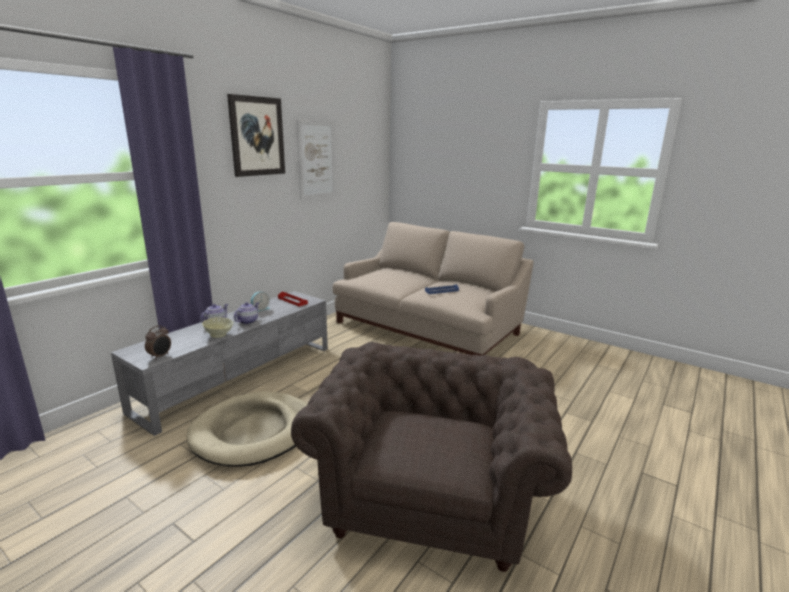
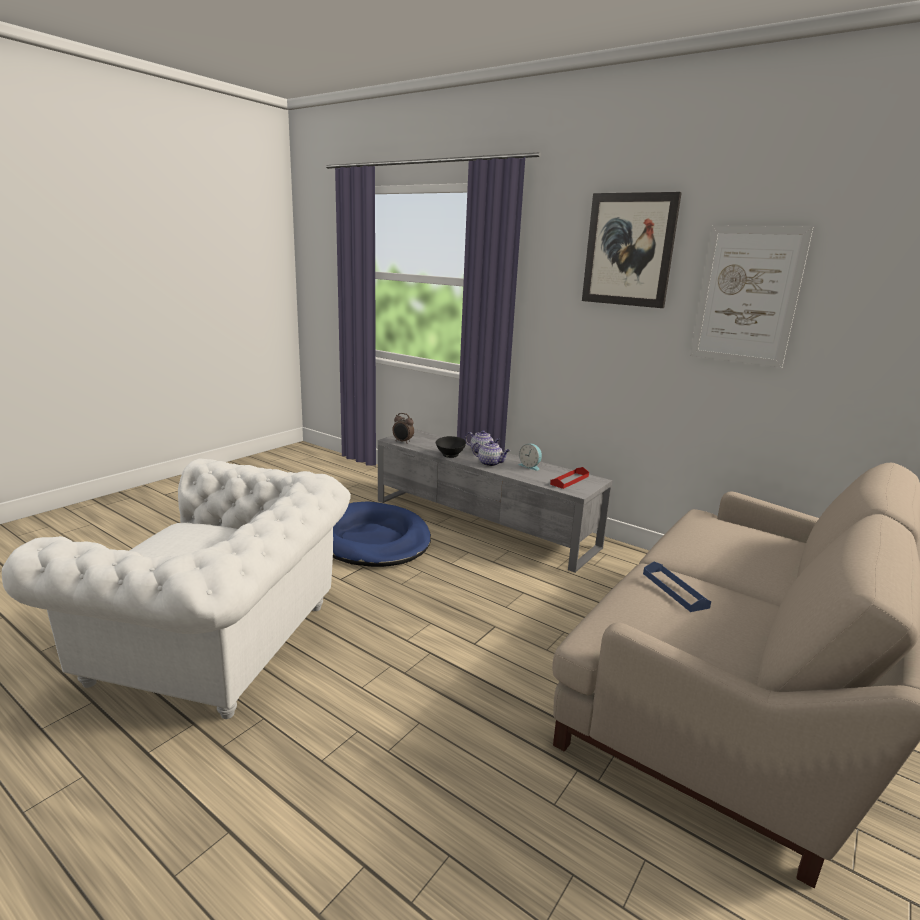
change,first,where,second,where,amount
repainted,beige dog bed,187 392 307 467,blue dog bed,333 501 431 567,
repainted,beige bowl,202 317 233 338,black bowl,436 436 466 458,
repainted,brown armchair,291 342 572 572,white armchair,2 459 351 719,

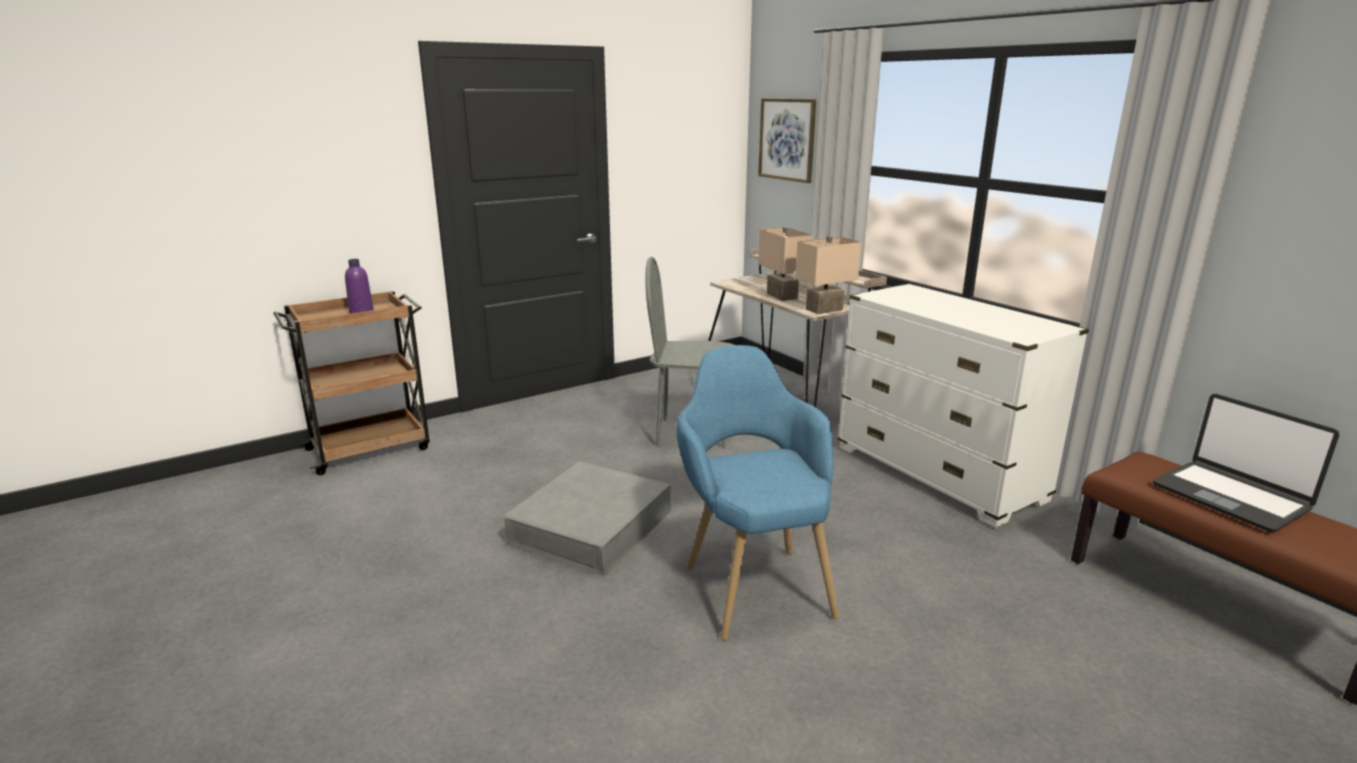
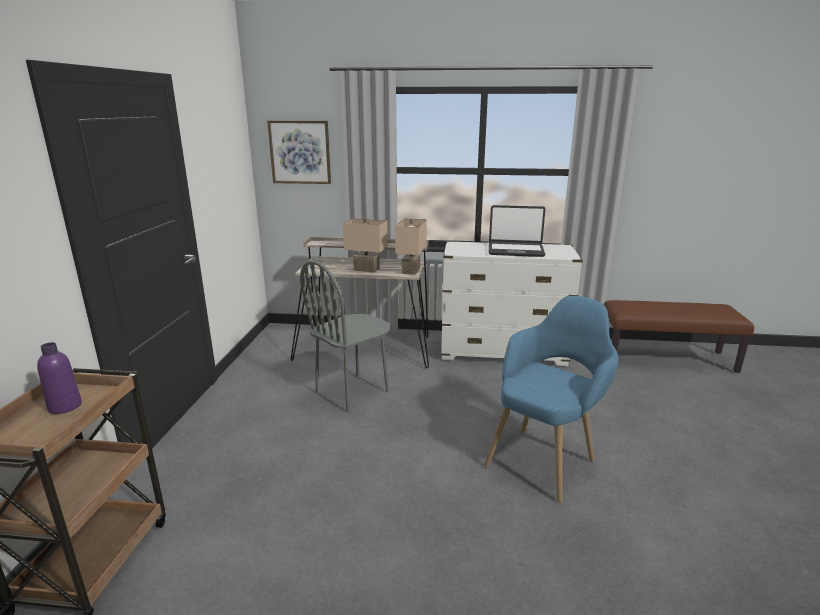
change,first,where,second,where,amount
gone,grey storage box,504 461 671 576,,,
rotated,blue armchair,676 345 839 640,,484 296 618 503,105 degrees clockwise
shifted,laptop,1153 394 1339 532,,489 205 545 257,

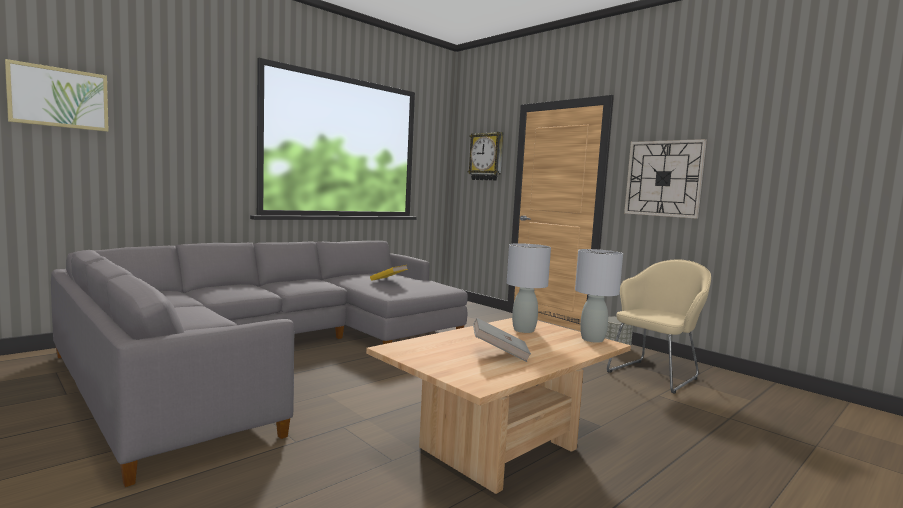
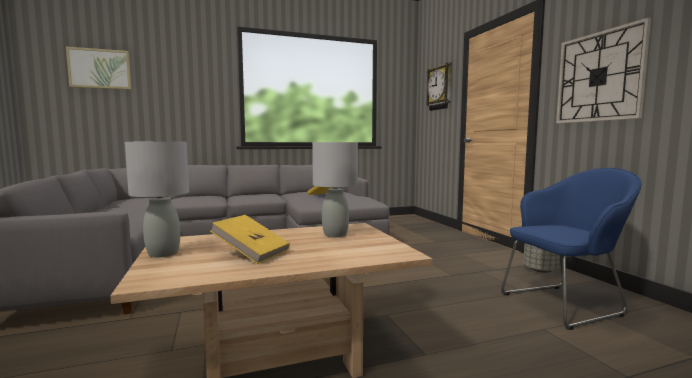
change,first,where,second,where,amount
repainted,grey book,473 318 531 362,yellow book,210 215 290 264,
shifted,grey table lamp,575 249 623 343,,125 142 189 257,
repainted,beige armchair,607 259 711 393,blue armchair,501 168 642 330,

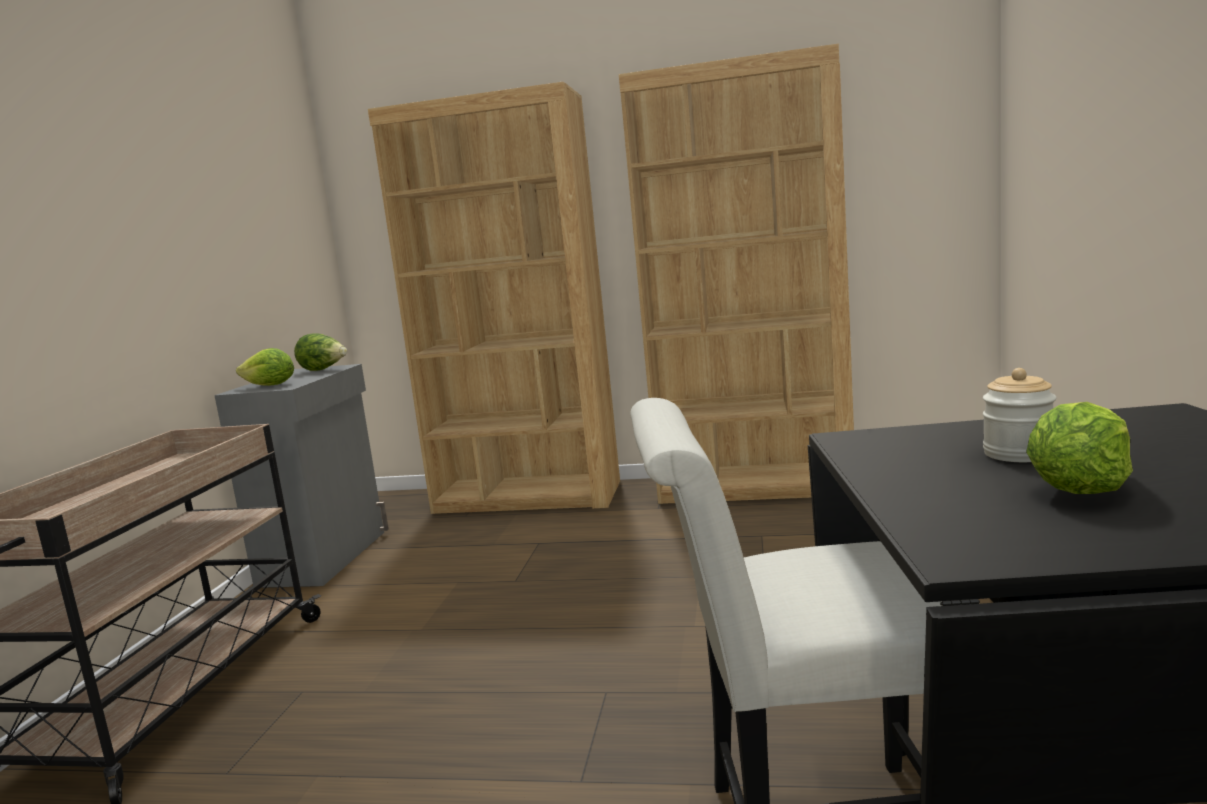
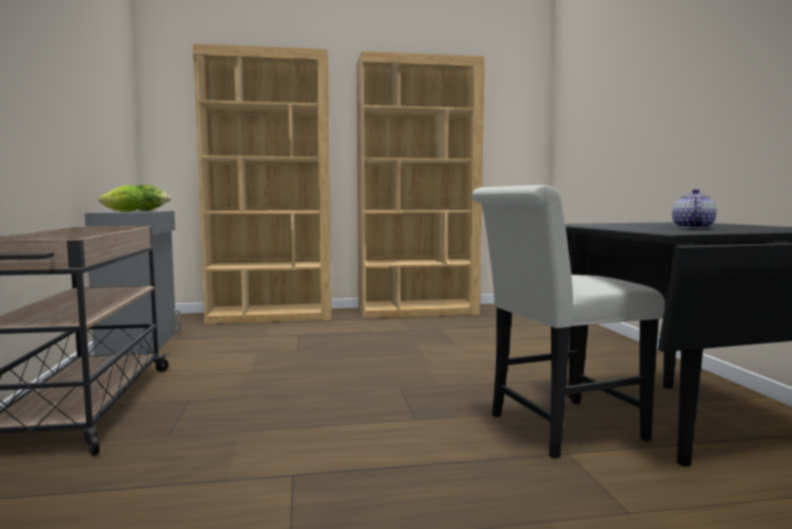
change,first,where,second,where,amount
gone,jar,983 368 1057 462,,,
swapped,lettuce,1026 402 1133 494,teapot,672 189 717 228,

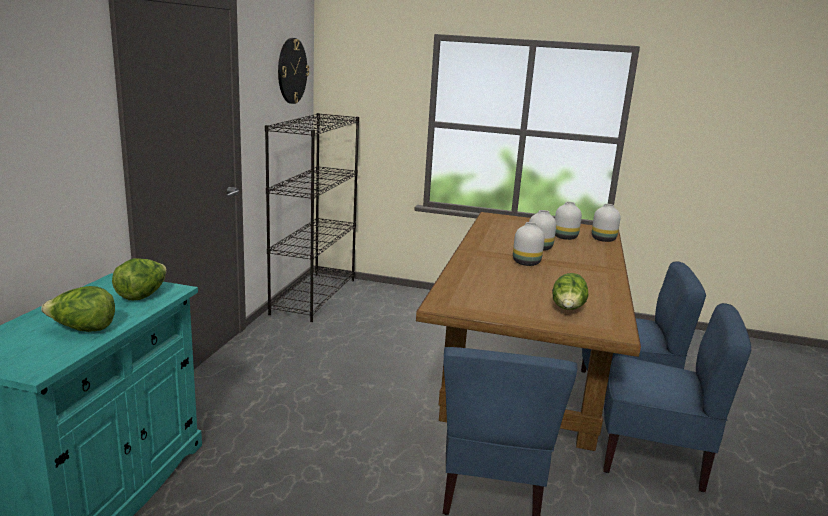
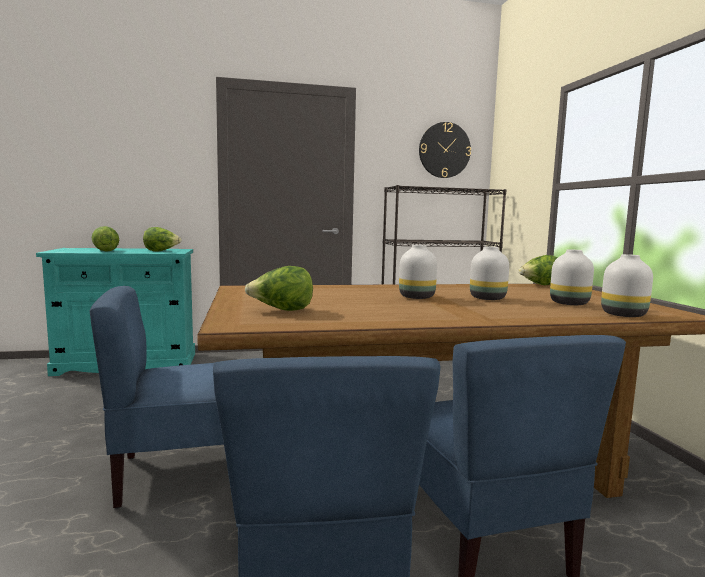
change,first,where,second,where,amount
new,,,lettuce,519 255 558 285,

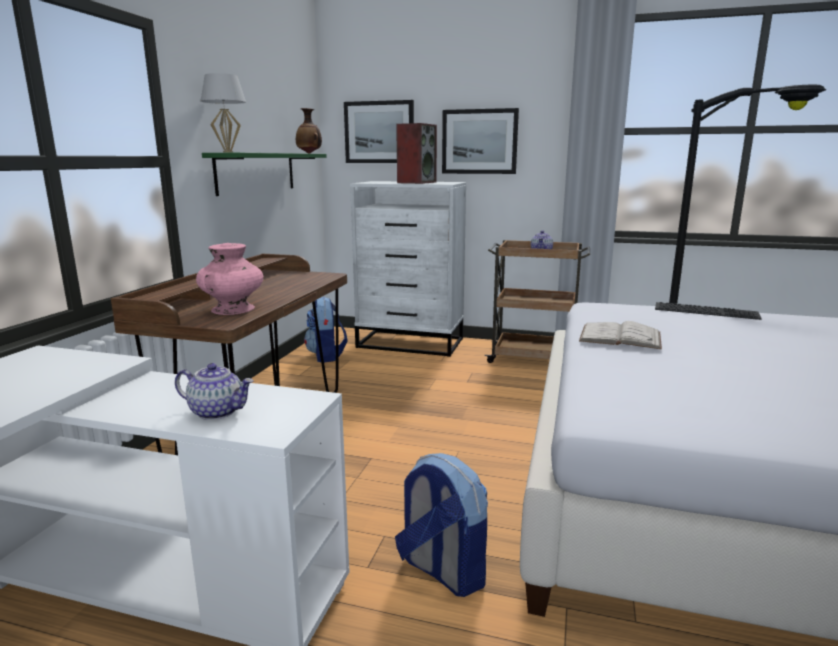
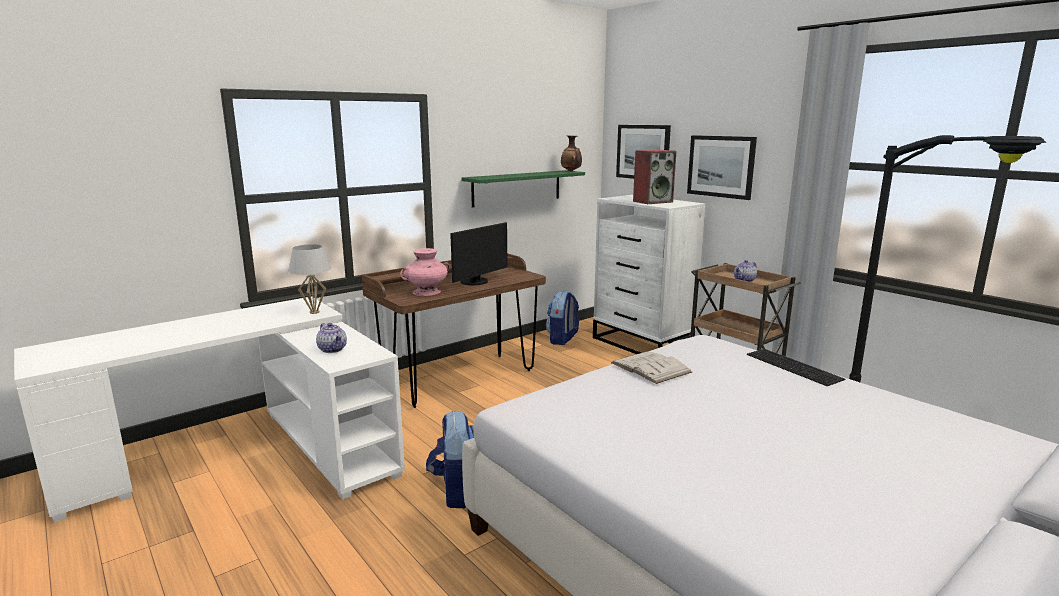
change,first,where,second,where,amount
shifted,white table lamp,201 73 246 152,,289 244 331 314,
new,,,monitor,450 222 508 285,

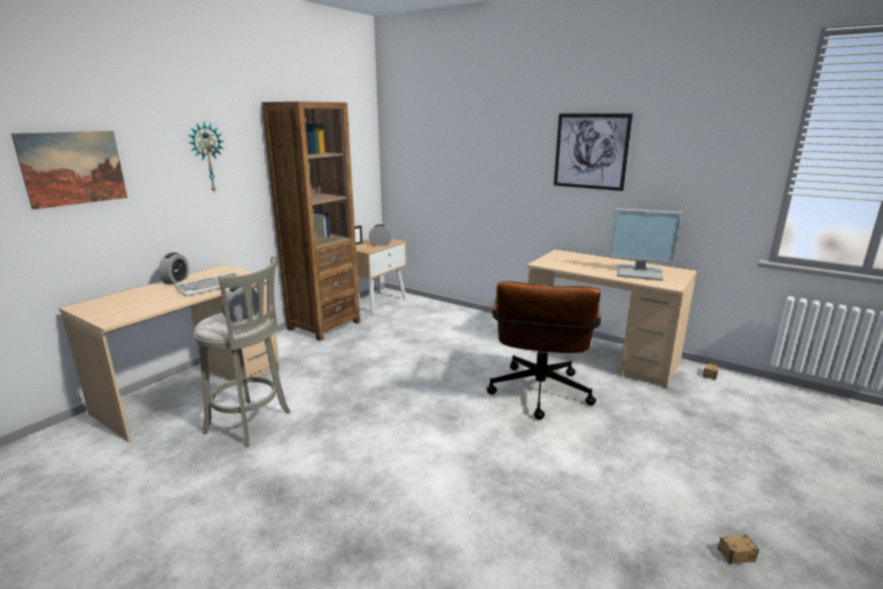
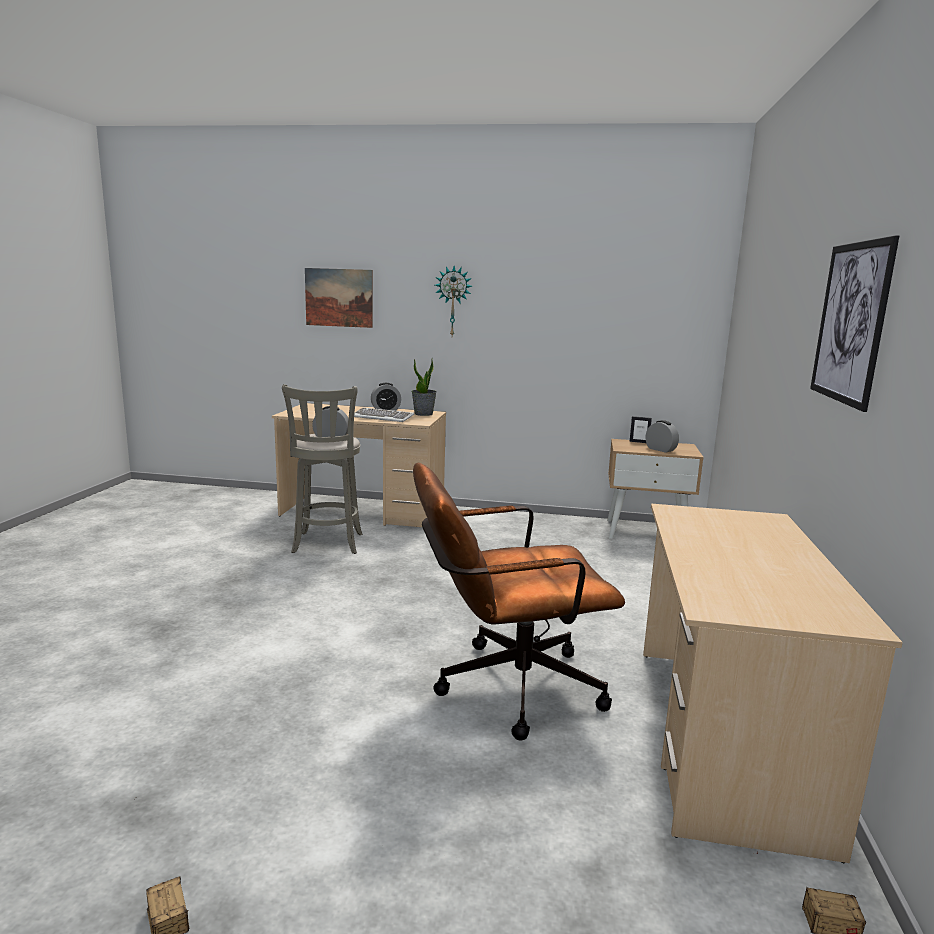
change,first,where,second,where,amount
gone,brown bookcase,261 101 360 341,,,
gone,monitor,610 208 682 281,,,
new,,,potted plant,411 357 437 416,

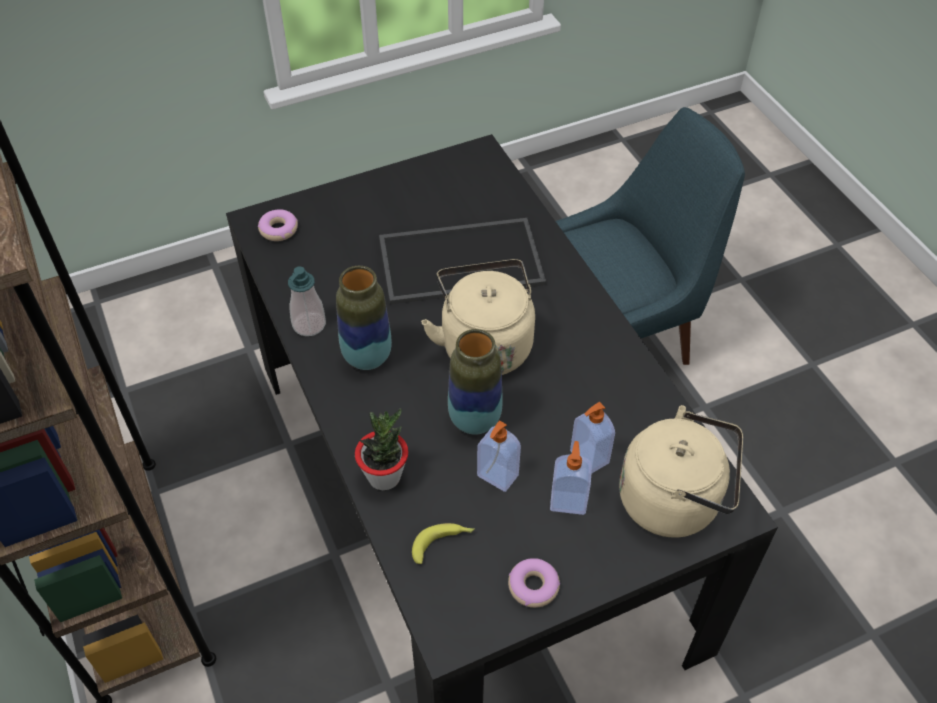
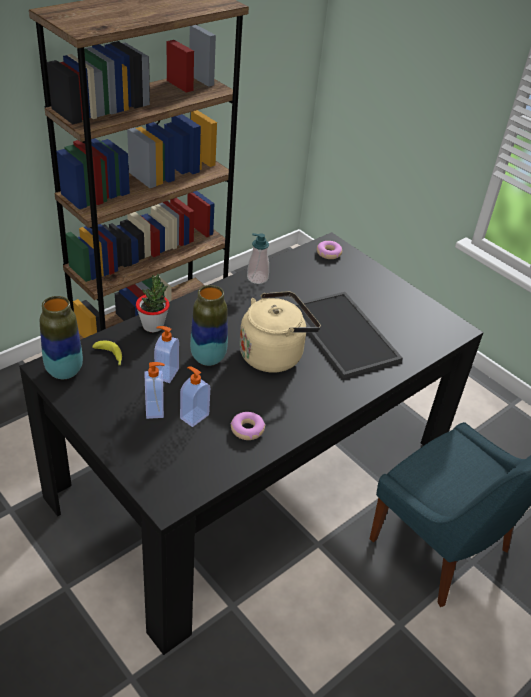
change,first,where,second,where,amount
shifted,vase,336 266 392 370,,40 296 83 379,
shifted,donut,508 558 560 608,,231 412 265 440,
gone,beige kettle,619 405 743 538,,,

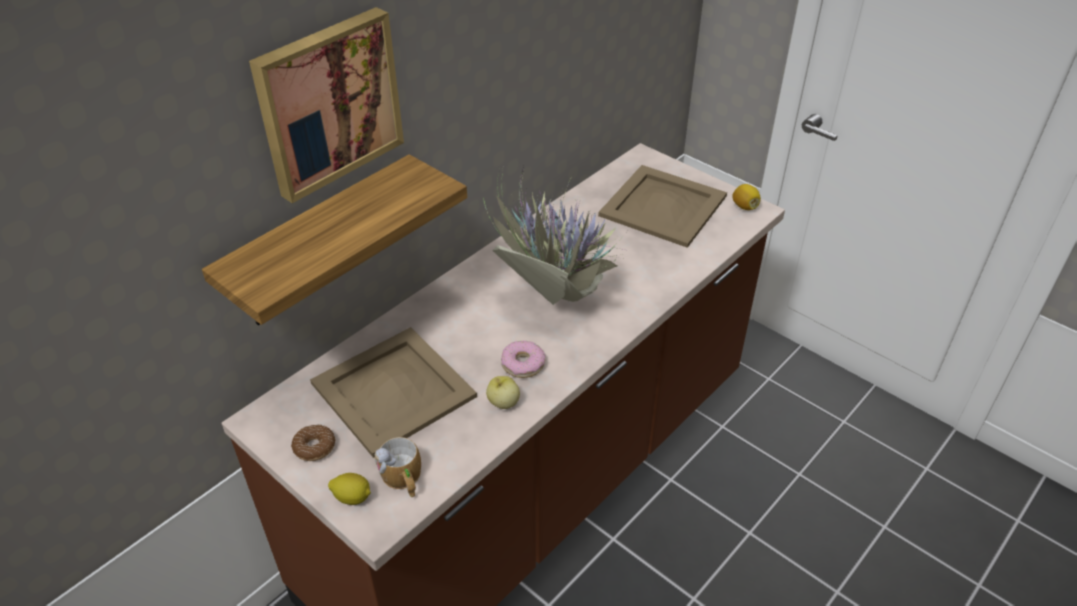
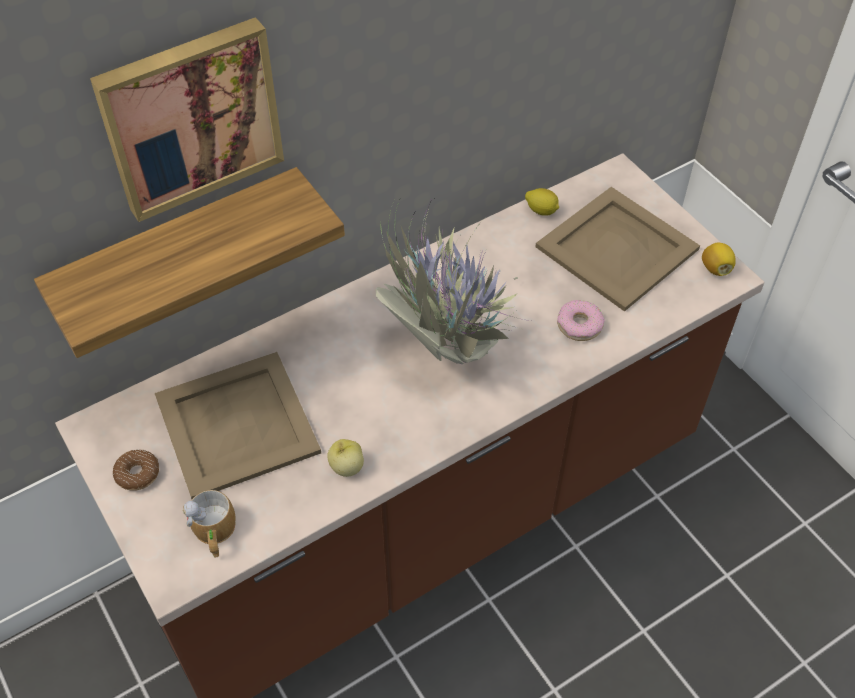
change,first,where,second,where,amount
shifted,lemon,328 473 371 505,,525 188 559 216,
shifted,donut,501 341 545 378,,557 300 605 341,

